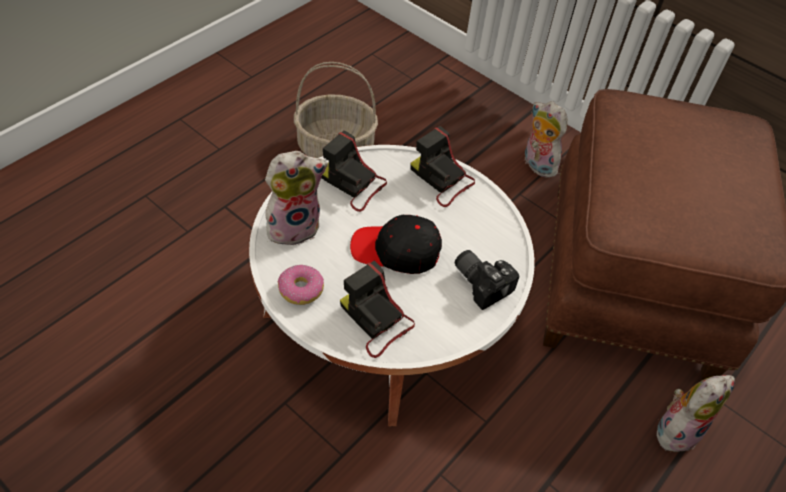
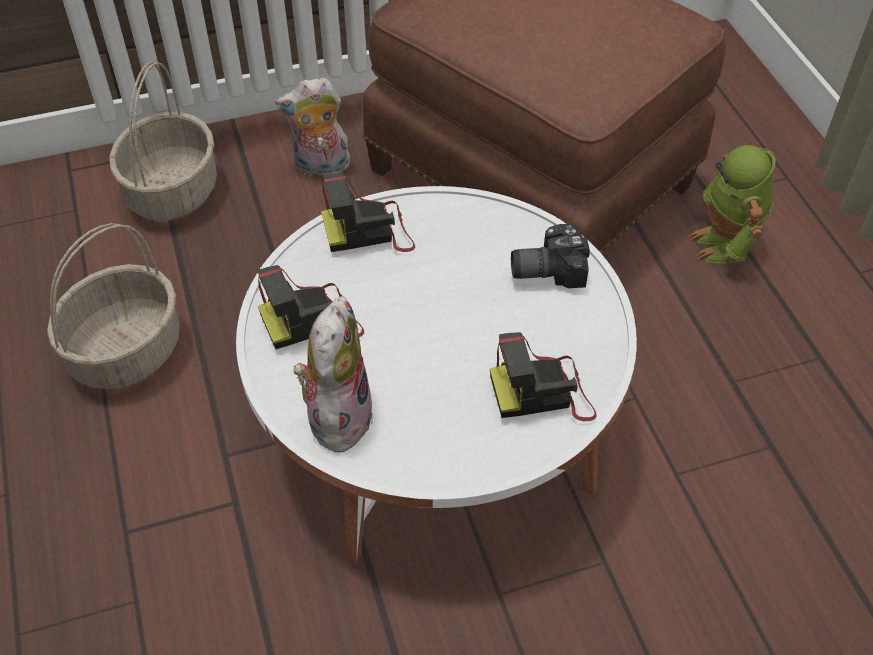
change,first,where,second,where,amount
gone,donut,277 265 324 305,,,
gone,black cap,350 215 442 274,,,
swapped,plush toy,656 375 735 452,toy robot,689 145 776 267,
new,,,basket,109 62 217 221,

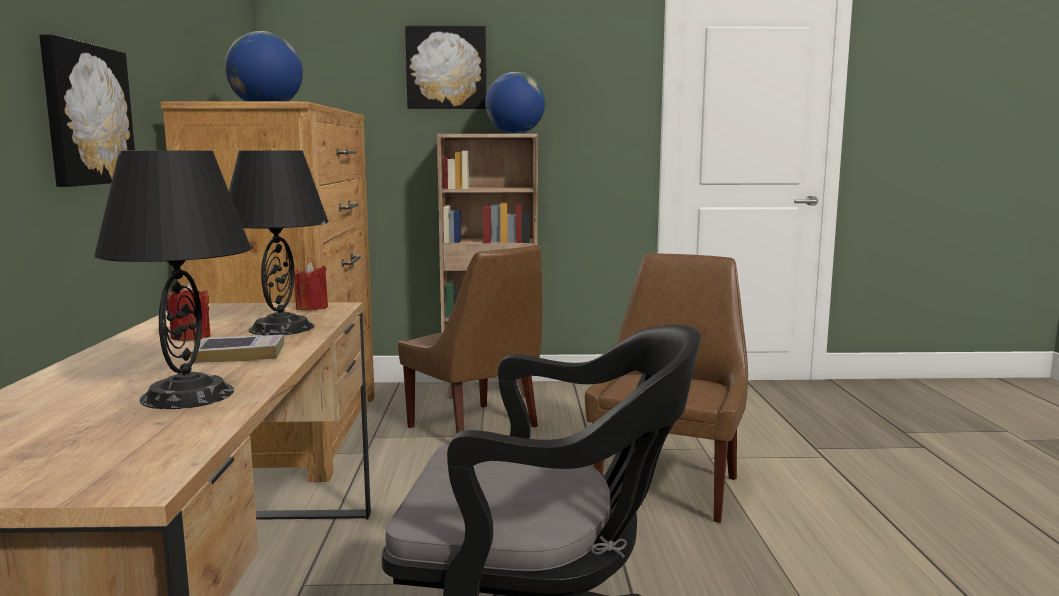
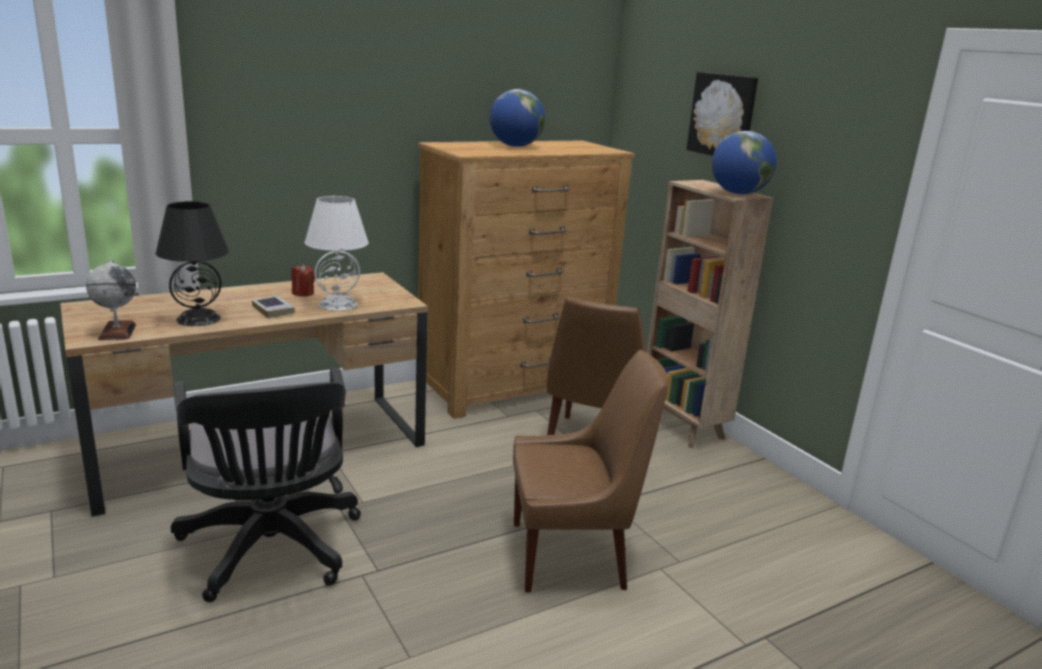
change,first,where,second,where,amount
gone,picture,39 34 135 187,,,
repainted,black table lamp,229 150 328 335,white table lamp,305 196 369 311,
gone,red candle,294 262 328 310,,,
new,,,globe,86 259 136 340,

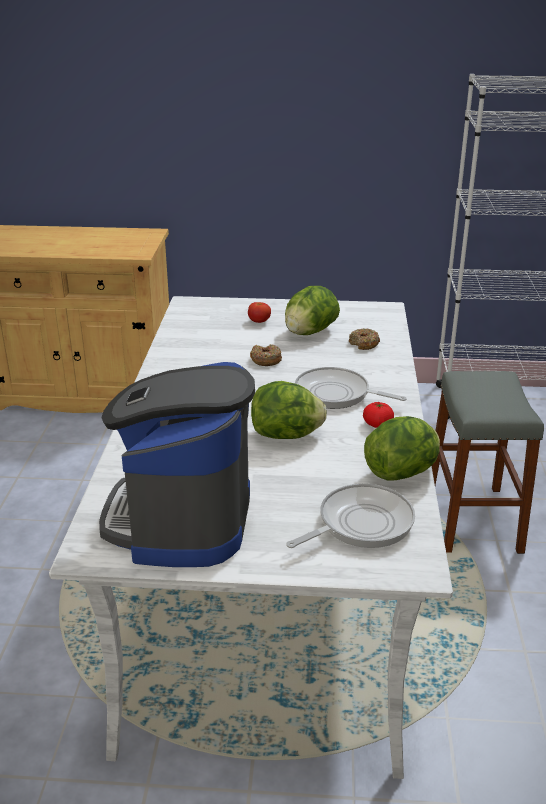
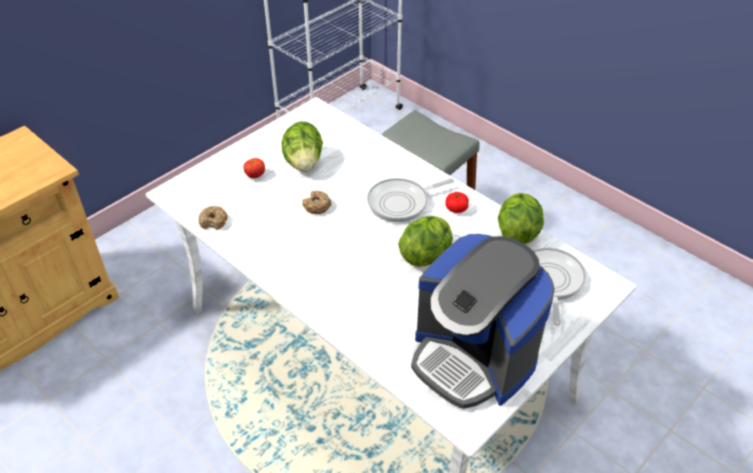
change,first,where,second,where,amount
shifted,donut,349 328 380 350,,199 206 227 230,

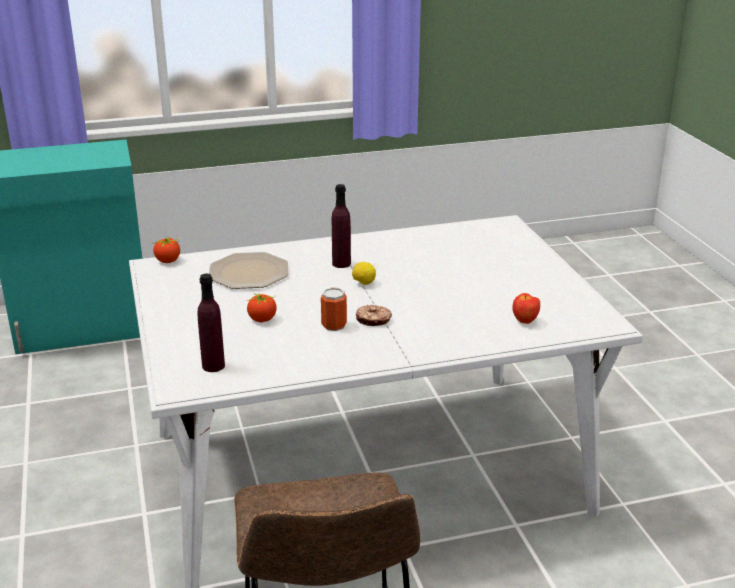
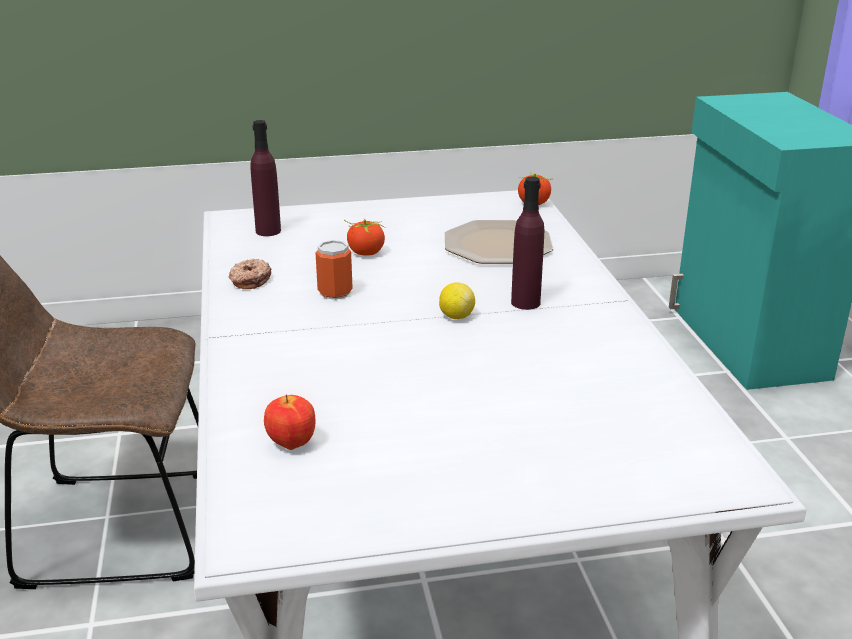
change,first,where,second,where,amount
shifted,donut,356 305 392 326,,228 259 271 289,

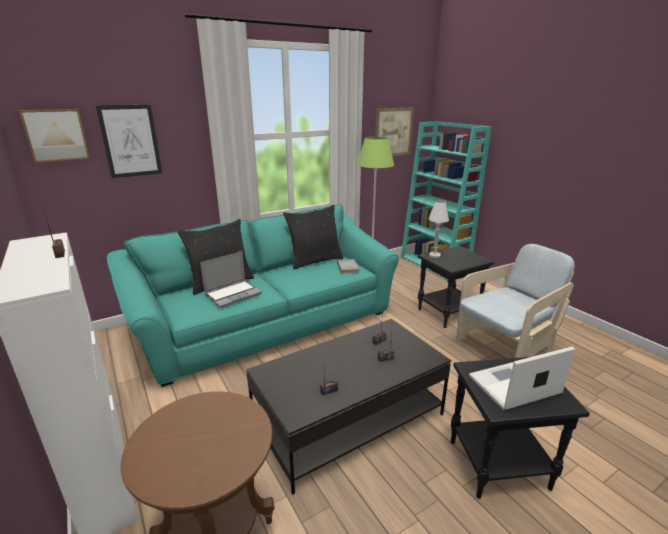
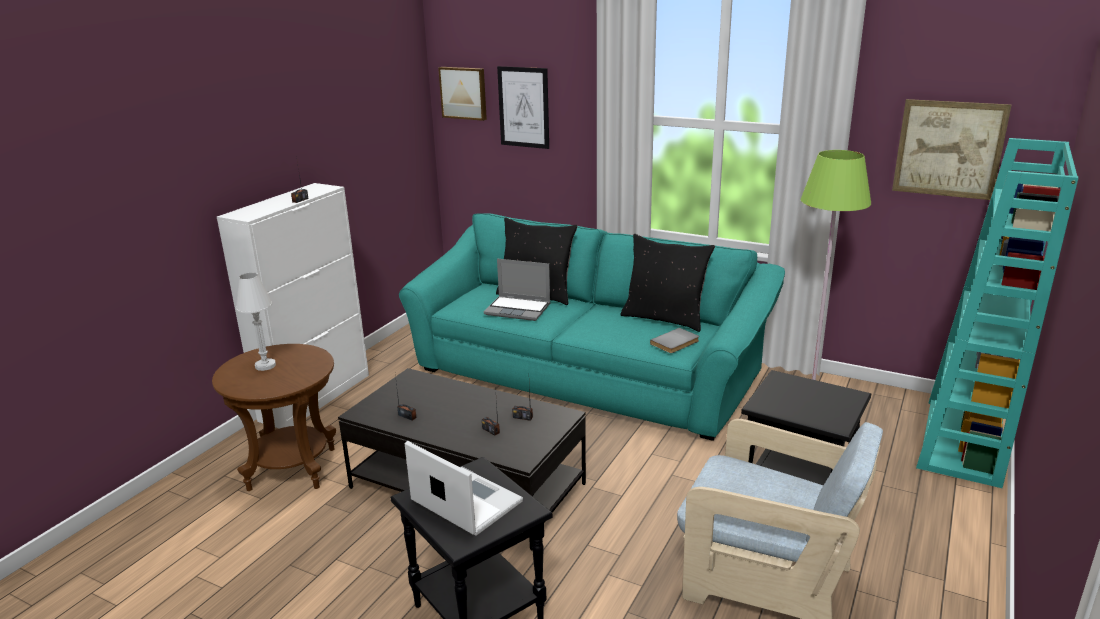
change,first,where,second,where,amount
shifted,white table lamp,428 200 449 258,,236 273 276 371,

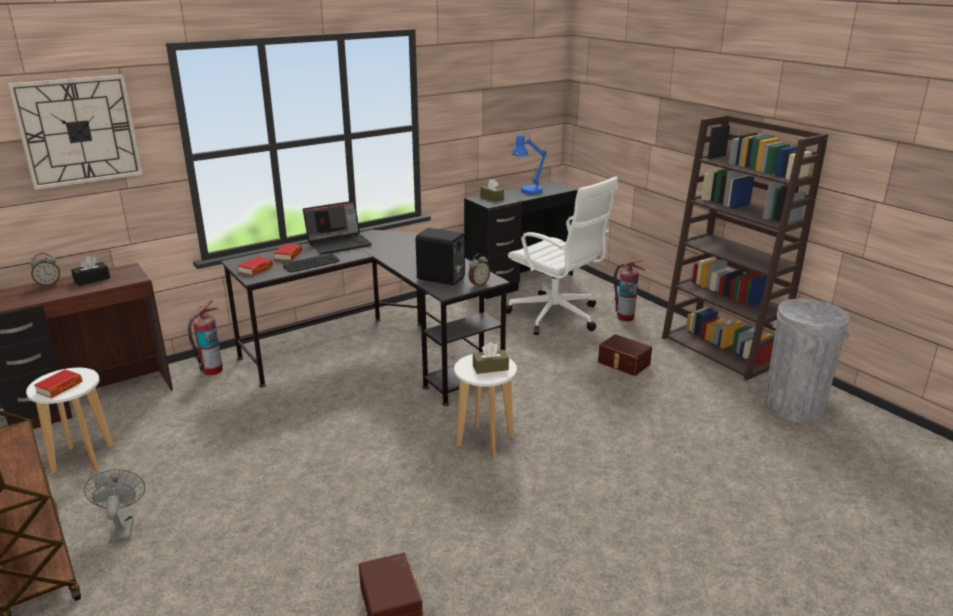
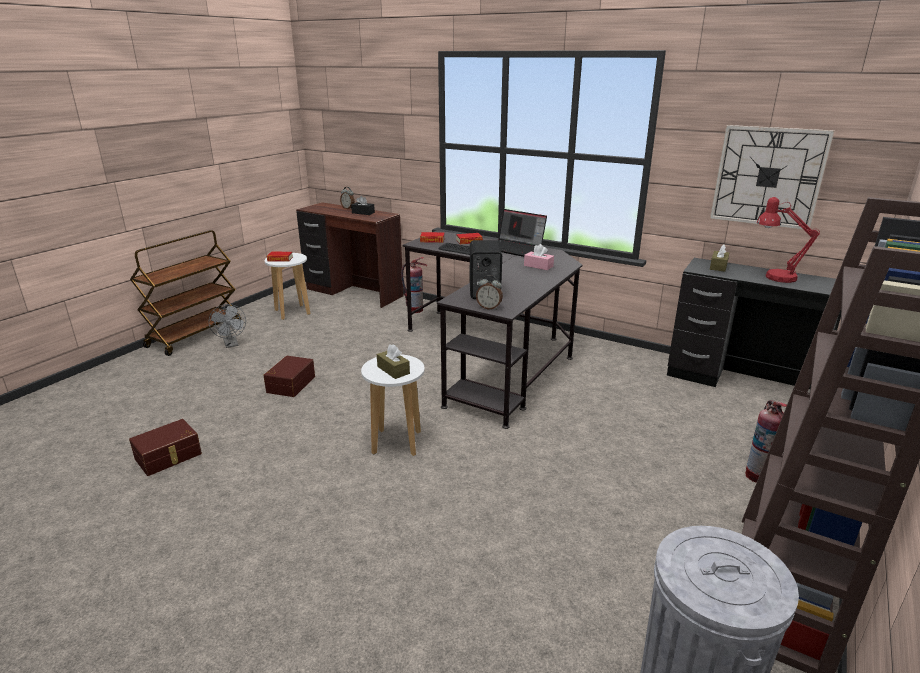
change,first,where,second,where,amount
shifted,wall clock,7 75 143 190,,710 125 835 230,
rotated,grey fan,84 469 145 544,,209 304 246 348,105 degrees clockwise
gone,white office chair,506 177 618 335,,,
repainted,blue table lamp,512 134 547 194,red table lamp,757 197 820 283,
shifted,brown storage box,598 334 652 376,,263 356 315 397,
new,,,pink tissue box,524 244 554 270,

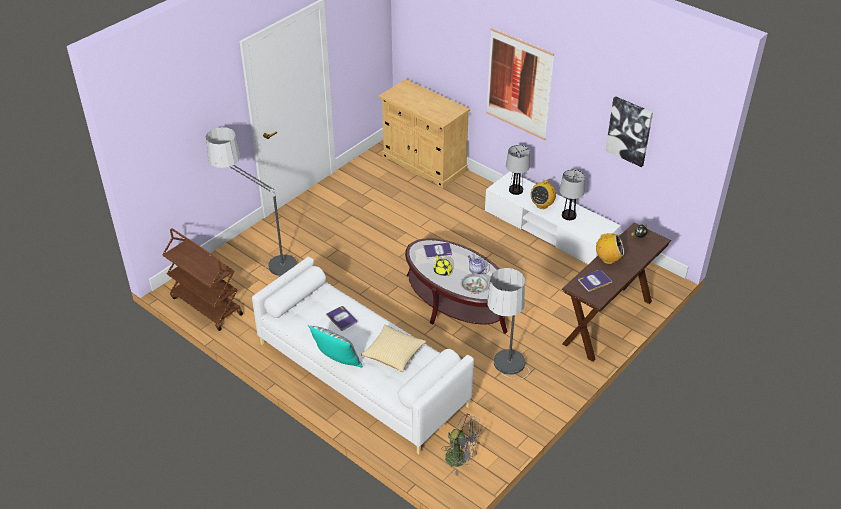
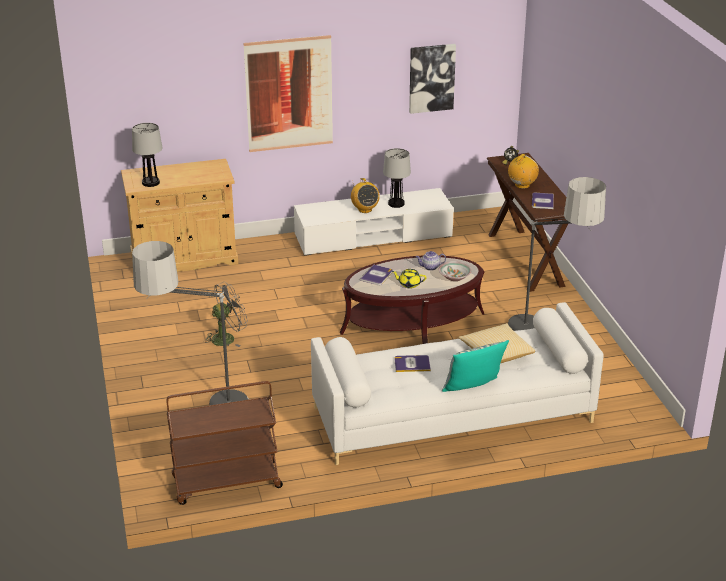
change,first,where,second,where,amount
shifted,grey fan,442 413 481 475,,204 282 248 347,
shifted,table lamp,506 145 530 195,,132 123 163 187,

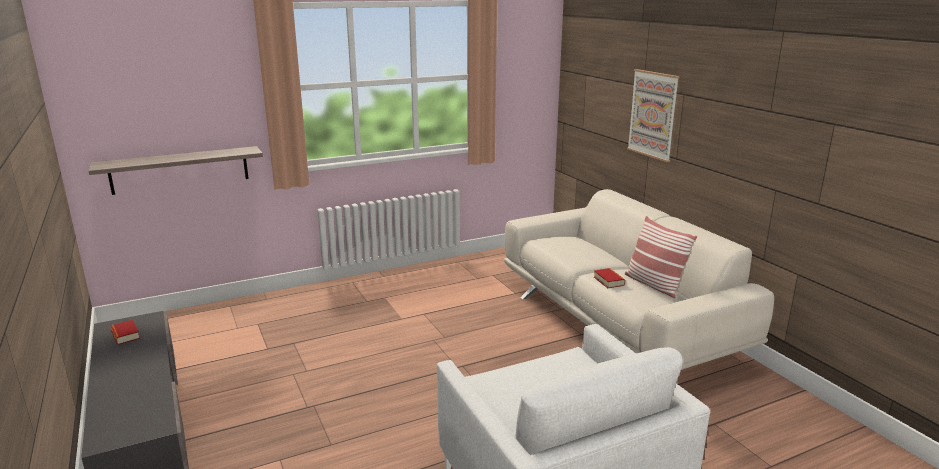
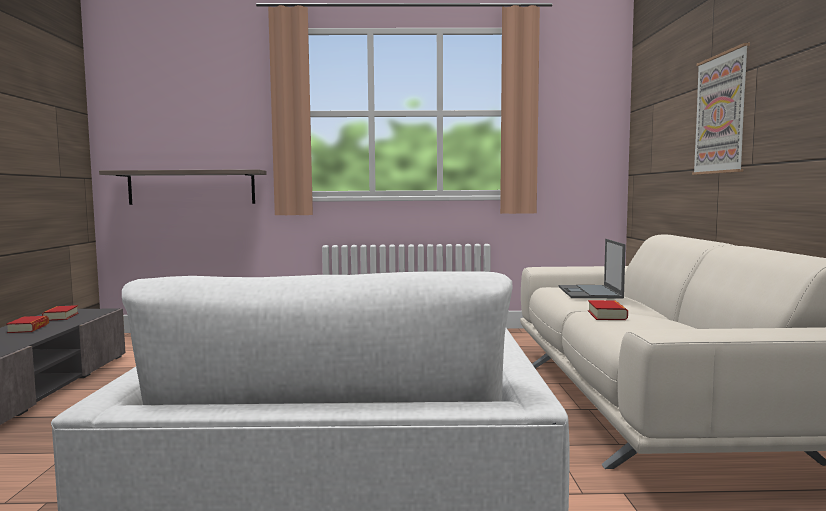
change,first,where,second,where,amount
gone,pillow,625 216 697 298,,,
new,,,book,6 316 49 333,
new,,,laptop,559 239 626 298,

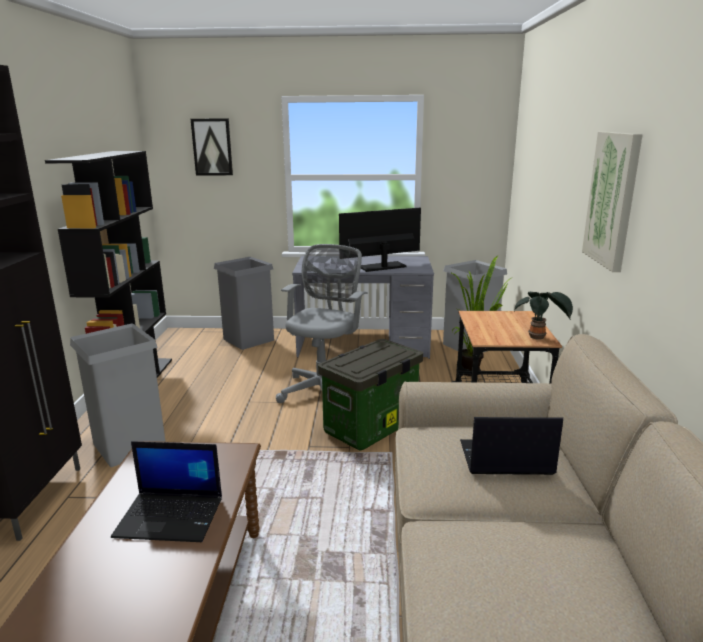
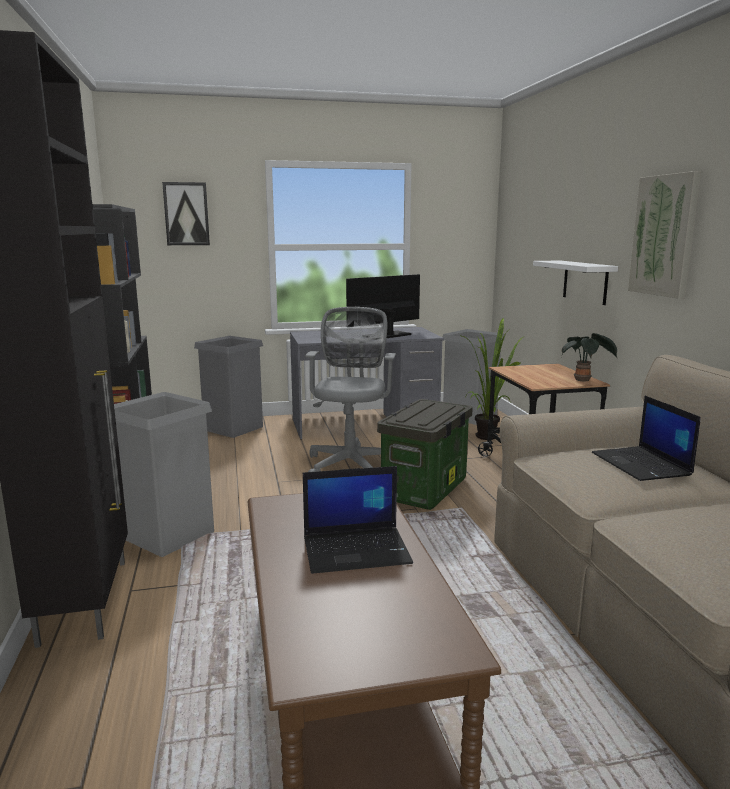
change,first,where,second,where,amount
rotated,laptop,460 417 563 475,,592 396 701 481,90 degrees counterclockwise
new,,,white shelf,533 261 618 305,

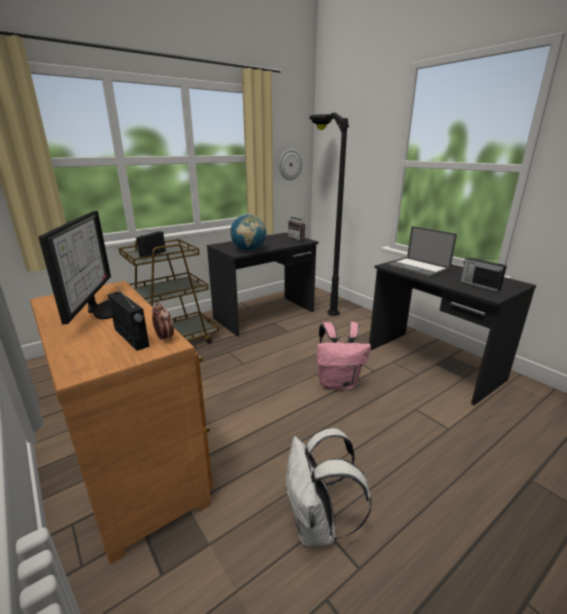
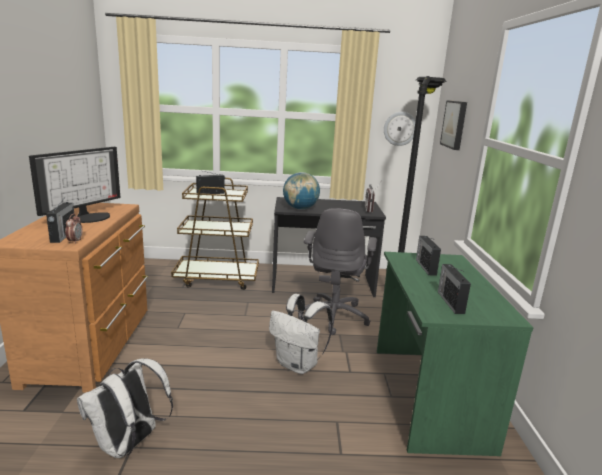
change,first,where,second,where,amount
repainted,pink backpack,317 322 371 390,white backpack,269 294 333 374,
repainted,black desk,369 257 536 405,green desk,377 252 534 456,
swapped,laptop,386 226 457 278,radio,416 236 441 276,
new,,,grey office chair,298 208 377 335,
new,,,picture,440 100 467 150,

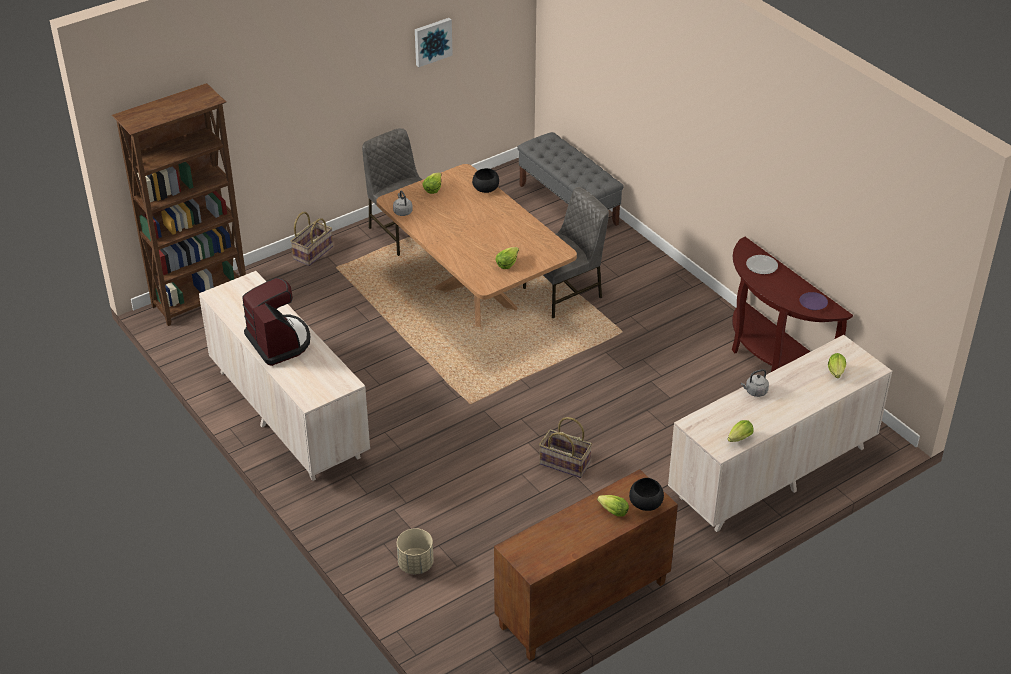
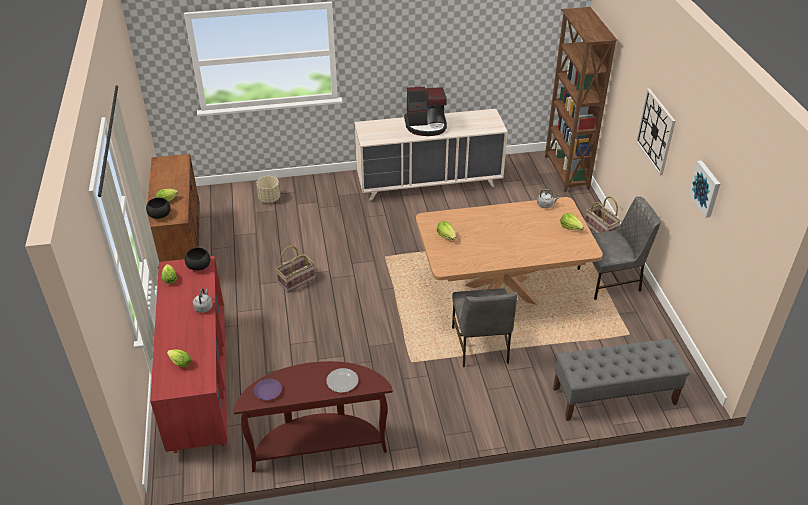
change,first,where,second,where,amount
shifted,black bowl,472 168 499 193,,185 248 210 271,
repainted,beige dresser,668 335 892 532,red dresser,150 256 228 453,
new,,,wall clock,636 88 676 176,

